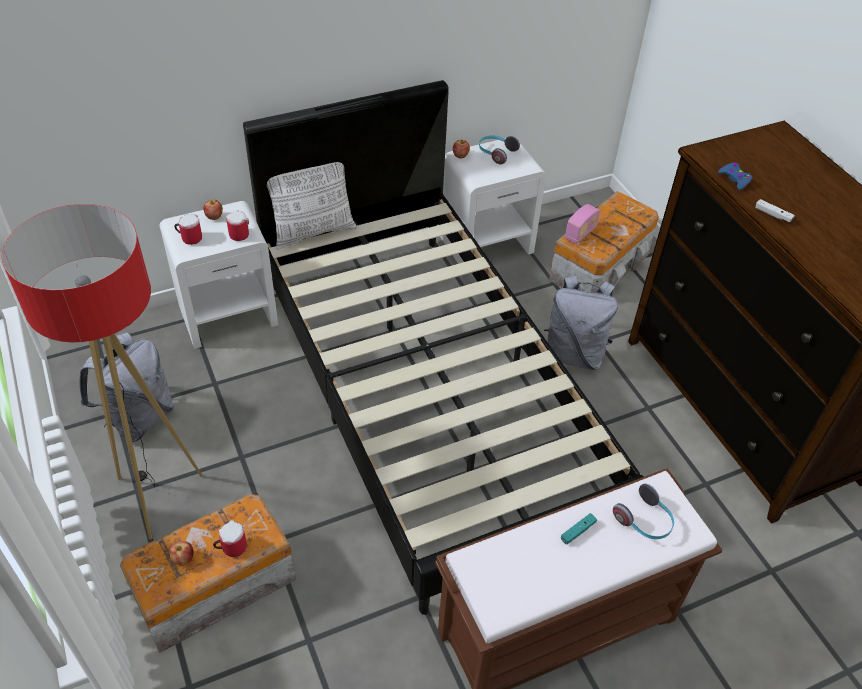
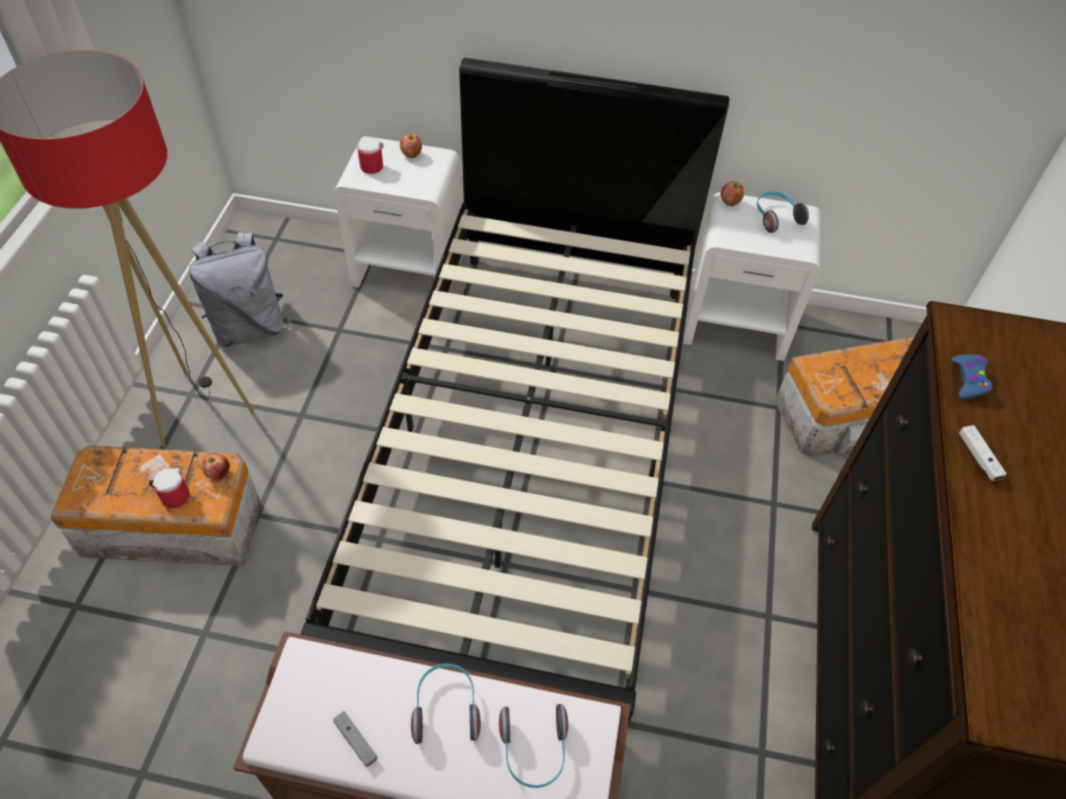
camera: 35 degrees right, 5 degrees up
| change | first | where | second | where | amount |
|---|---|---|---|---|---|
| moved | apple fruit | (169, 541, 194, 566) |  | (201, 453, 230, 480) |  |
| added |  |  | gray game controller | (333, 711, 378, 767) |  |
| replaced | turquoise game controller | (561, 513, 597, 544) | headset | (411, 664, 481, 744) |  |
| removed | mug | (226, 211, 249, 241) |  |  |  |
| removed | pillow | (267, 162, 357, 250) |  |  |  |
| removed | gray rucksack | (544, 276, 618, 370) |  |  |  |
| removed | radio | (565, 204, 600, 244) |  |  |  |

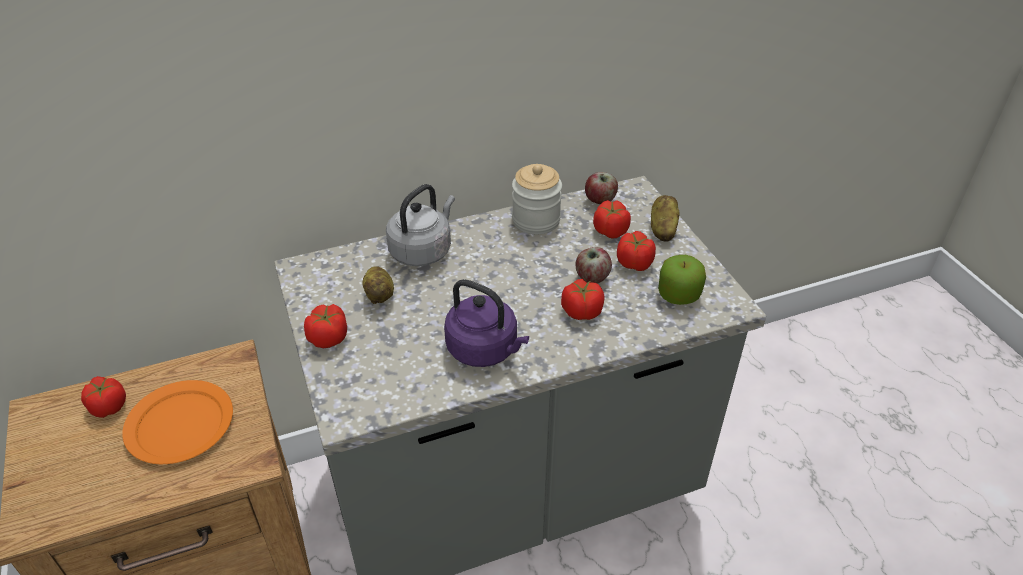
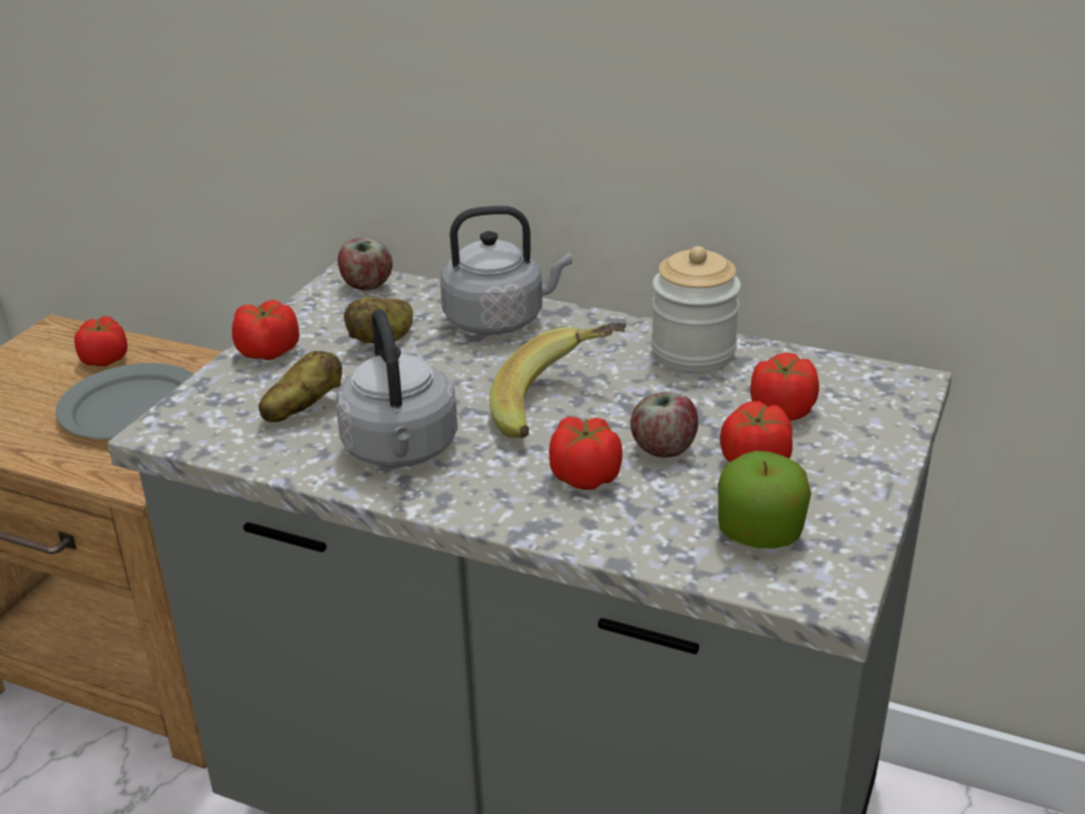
camera: 45 degrees right, 10 degrees down
| change | first | where | second | where | amount |
|---|---|---|---|---|---|
| recoloured | orange-coloured flat dish | (122, 380, 233, 464) | gray flat dish | (56, 363, 194, 440) |  |
| moved | potato | (651, 195, 679, 242) |  | (259, 351, 342, 422) |  |
| recoloured | purple-coloured tea kettle | (444, 279, 529, 367) | gray tea kettle | (336, 309, 458, 468) |  |
| moved | apple fruit | (585, 172, 618, 204) |  | (338, 238, 393, 290) |  |
| added |  |  | banana | (489, 322, 626, 438) |  |

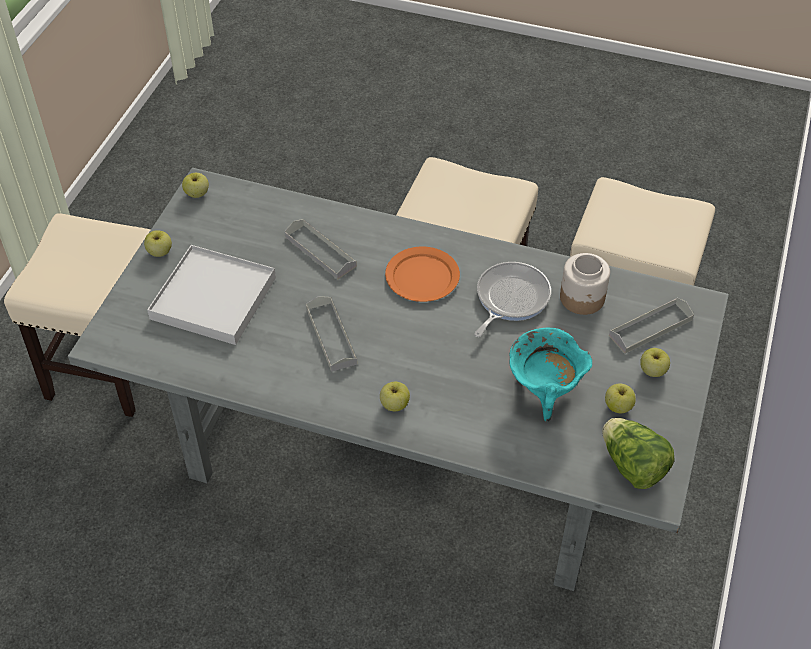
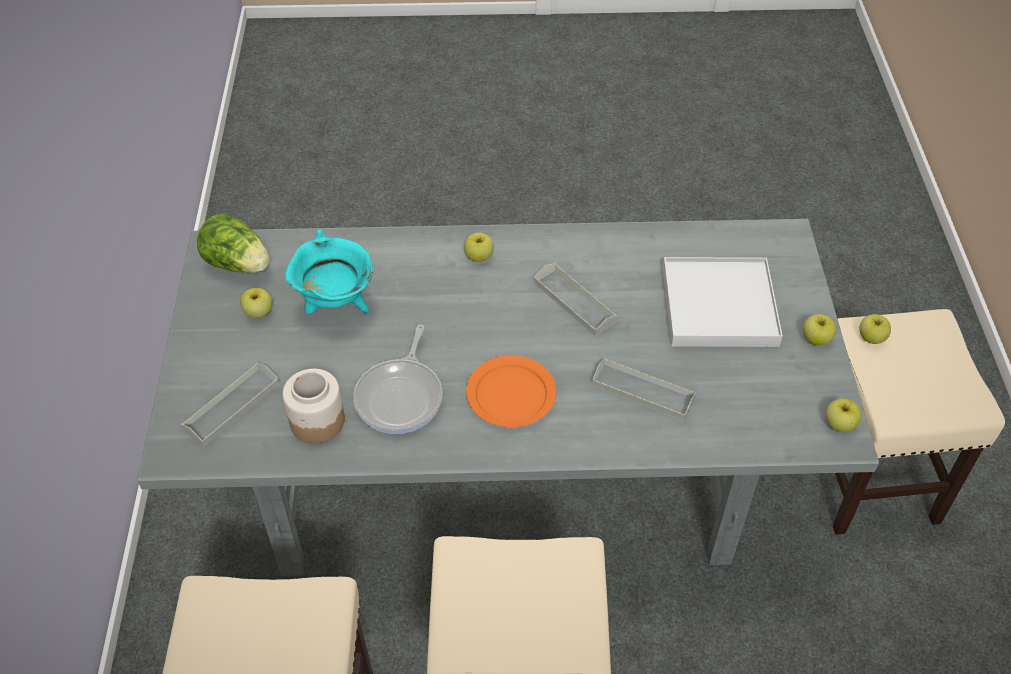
camera: 160 degrees right, 0 degrees up
| change | first | where | second | where | amount |
|---|---|---|---|---|---|
| moved | apple fruit | (640, 348, 670, 377) |  | (859, 314, 891, 344) |  |

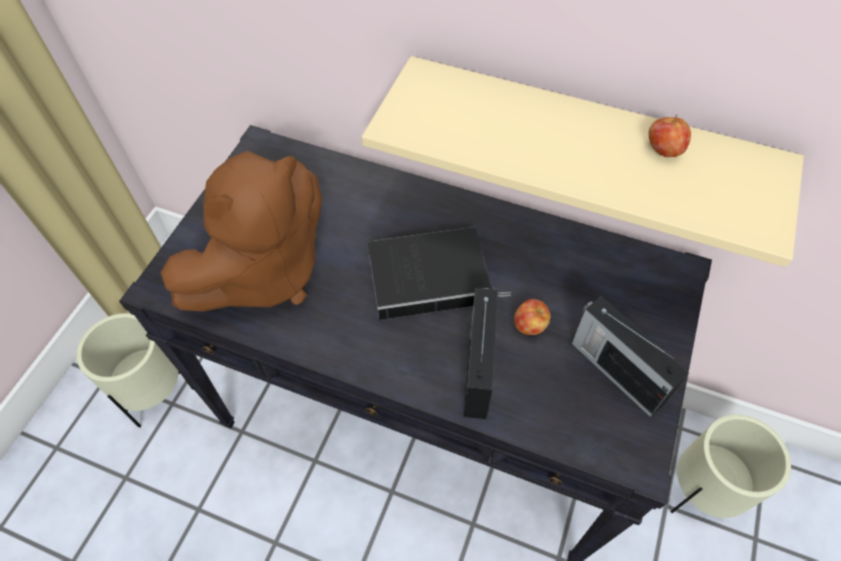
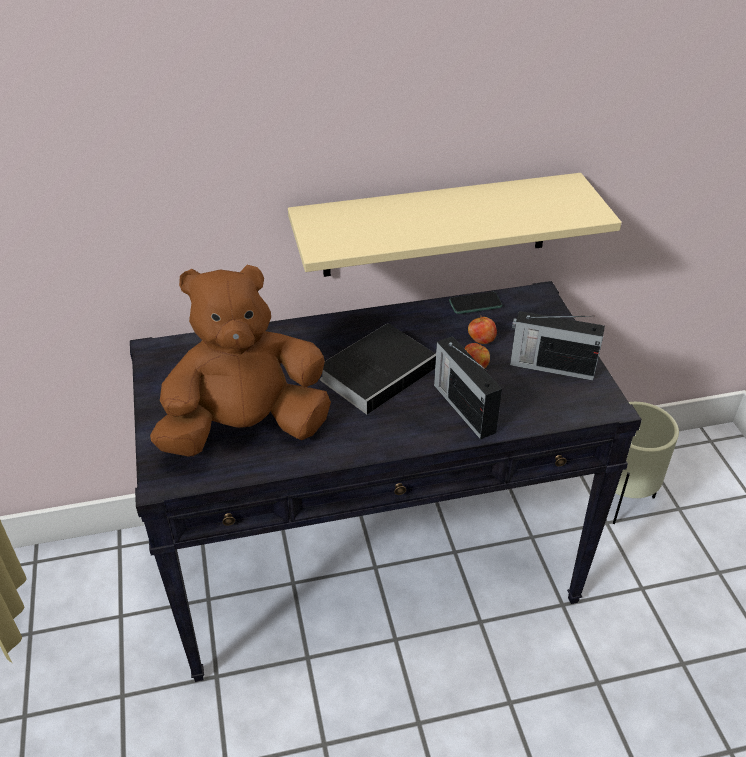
camera: 35 degrees left, 15 degrees down
| change | first | where | second | where | amount |
|---|---|---|---|---|---|
| turned | brownish plush toy | (161, 151, 322, 312) |  | (150, 265, 331, 456) | 120 degrees counterclockwise |
| added |  |  | telephone | (449, 292, 503, 314) |  |
| moved | apple fruit | (648, 114, 691, 157) |  | (468, 315, 497, 344) |  |
| removed | beige planter | (77, 313, 194, 427) |  |  |  |

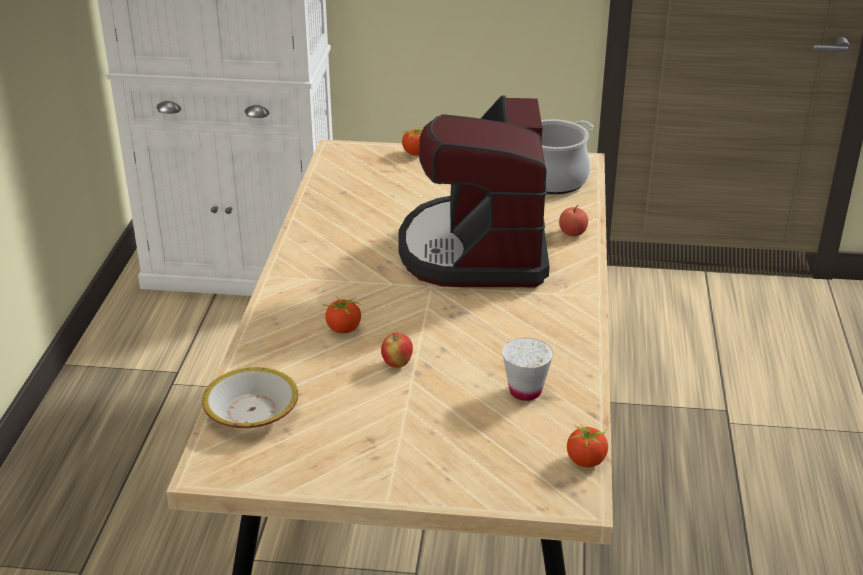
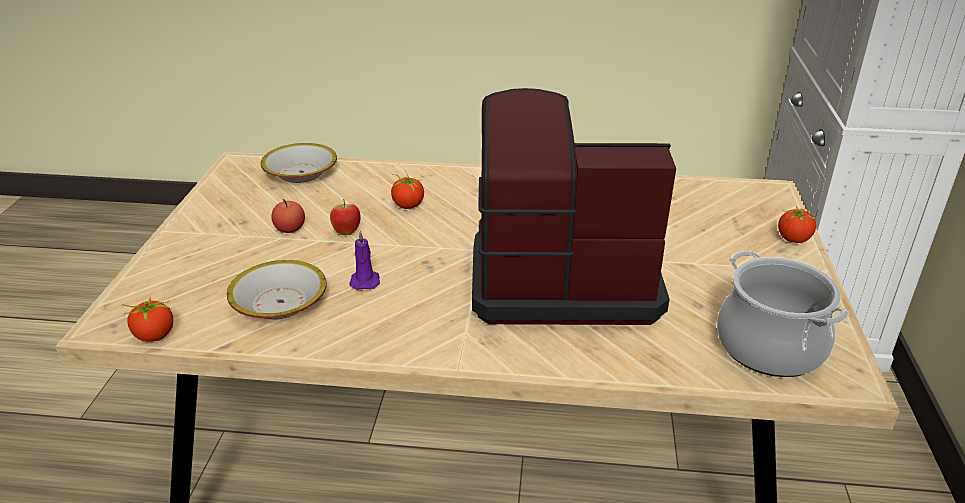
camera: 90 degrees right, 0 degrees up
| change | first | where | second | where | amount |
|---|---|---|---|---|---|
| replaced | whitish small cup | (502, 338, 553, 401) | bowl | (227, 260, 327, 319) |  |
| moved | apple fruit | (559, 205, 588, 236) |  | (271, 199, 305, 233) |  |
| added |  |  | purple-coloured wax light | (349, 231, 380, 290) |  |

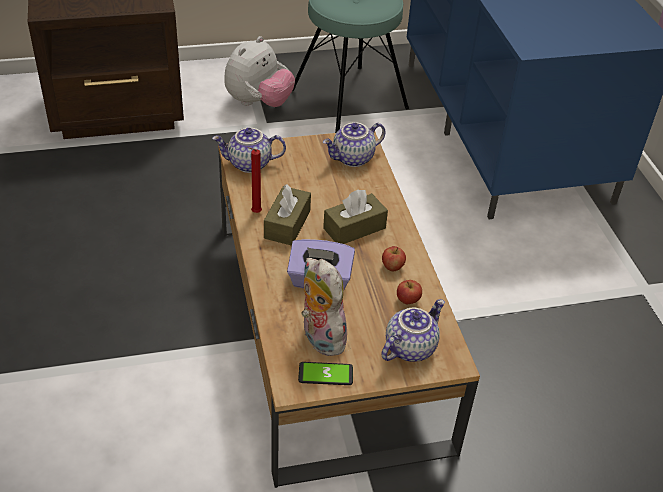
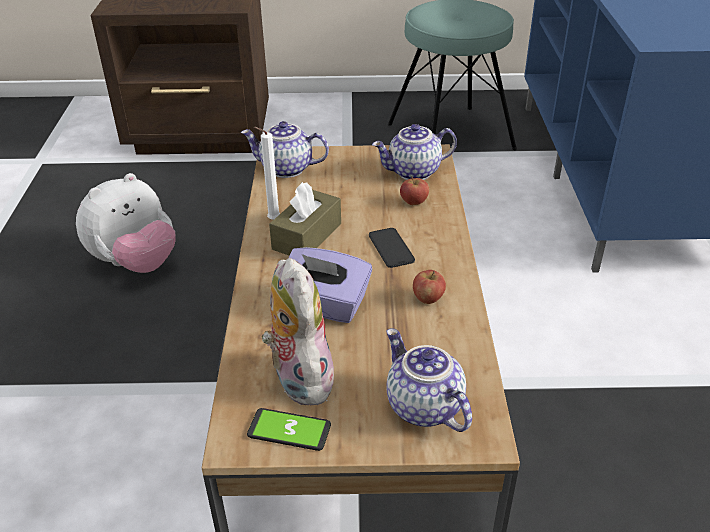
camera: 15 degrees right, 5 degrees down
| change | first | where | second | where | amount |
|---|---|---|---|---|---|
| moved | plush toy | (224, 36, 295, 107) |  | (76, 173, 176, 273) |  |
| recoloured | red-coloured wax light | (248, 147, 262, 213) | whitish wax light | (254, 127, 280, 220) |  |
| replaced | brownish tissue holder | (323, 189, 388, 244) | telephone | (369, 228, 415, 268) |  |
| turned | pot for tea | (382, 299, 445, 362) |  | (386, 328, 472, 432) | 90 degrees counterclockwise |
| moved | apple fruit | (397, 280, 422, 304) |  | (400, 177, 429, 205) |  |

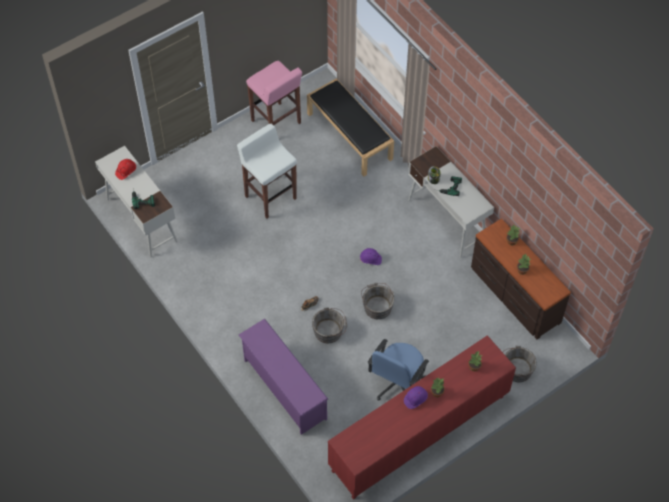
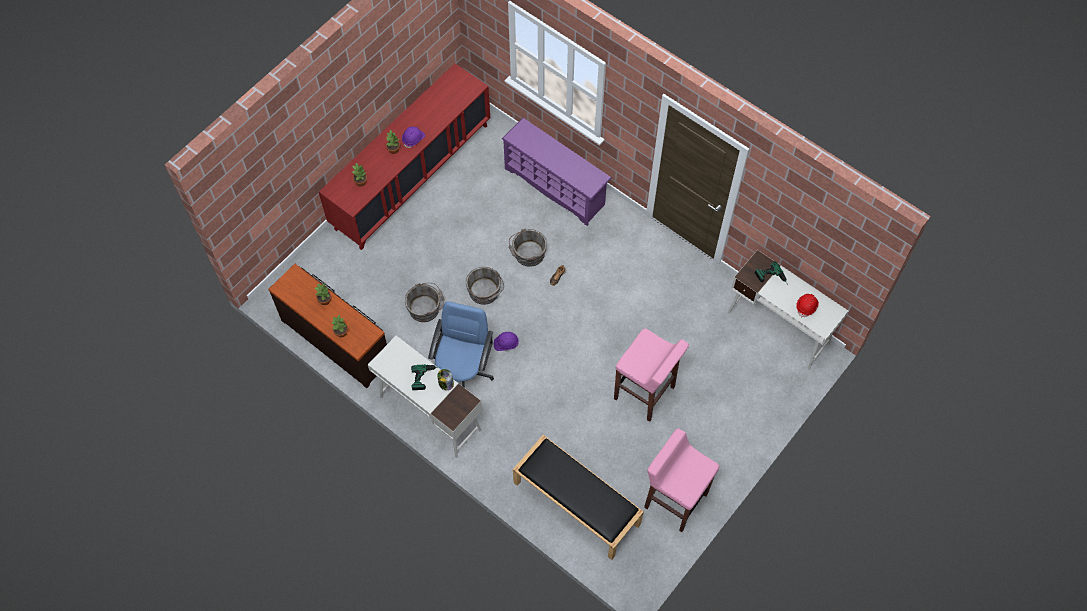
camera: 165 degrees right, 5 degrees up
| change | first | where | second | where | amount |
|---|---|---|---|---|---|
| moved | gray bucket | (503, 346, 537, 382) |  | (405, 283, 444, 322) |  |
| moved | blue-coloured desk chair | (368, 339, 429, 401) |  | (428, 301, 494, 388) |  |
| recoloured | whitish stool seat | (237, 124, 297, 219) | pink stool seat | (614, 328, 689, 422) |  |

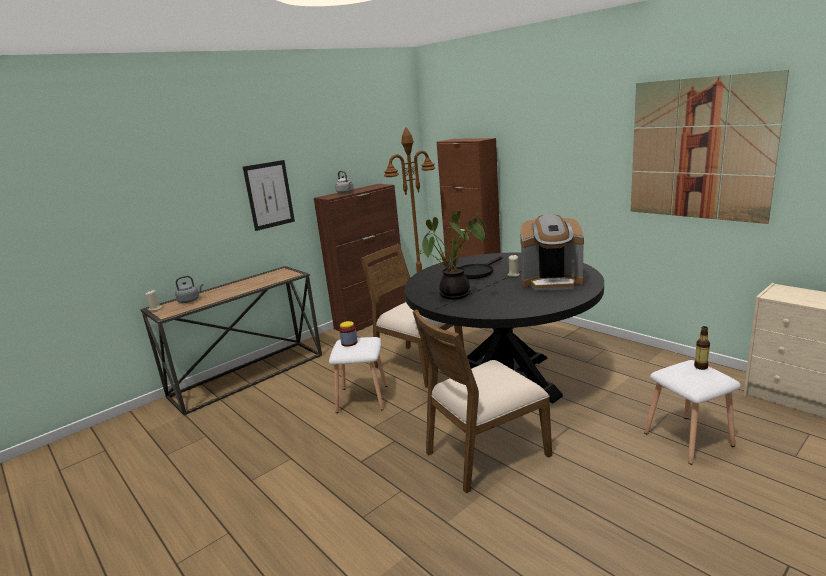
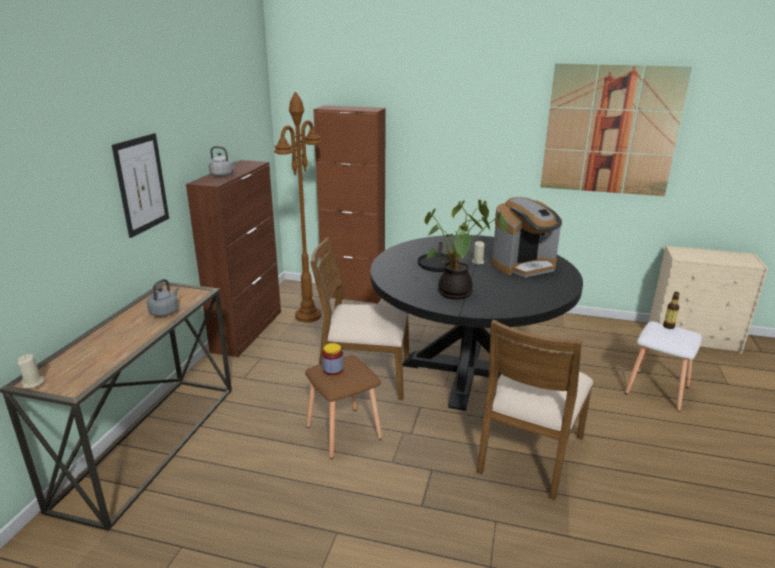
camera: 35 degrees left, 5 degrees up
| change | first | where | second | where | amount |
|---|---|---|---|---|---|
| moved | gray tea kettle | (175, 276, 203, 303) |  | (147, 279, 179, 317) |  |
| recoloured | whitish stool seat | (329, 337, 387, 413) | brownish stool seat | (305, 355, 382, 459) |  |

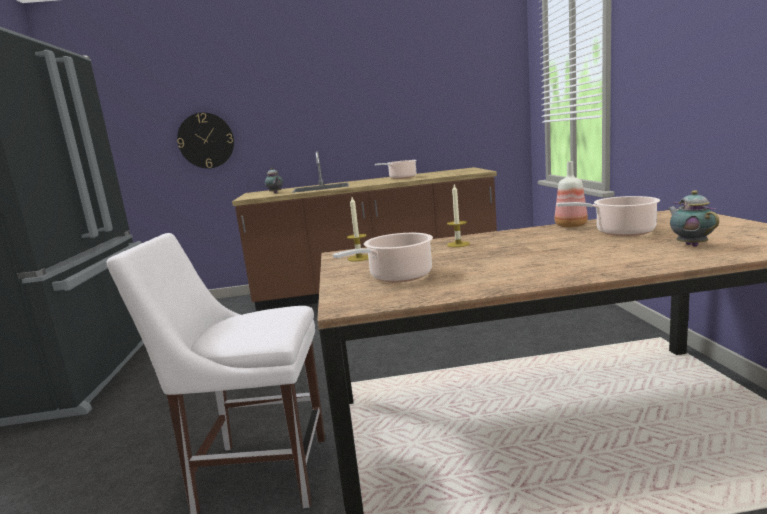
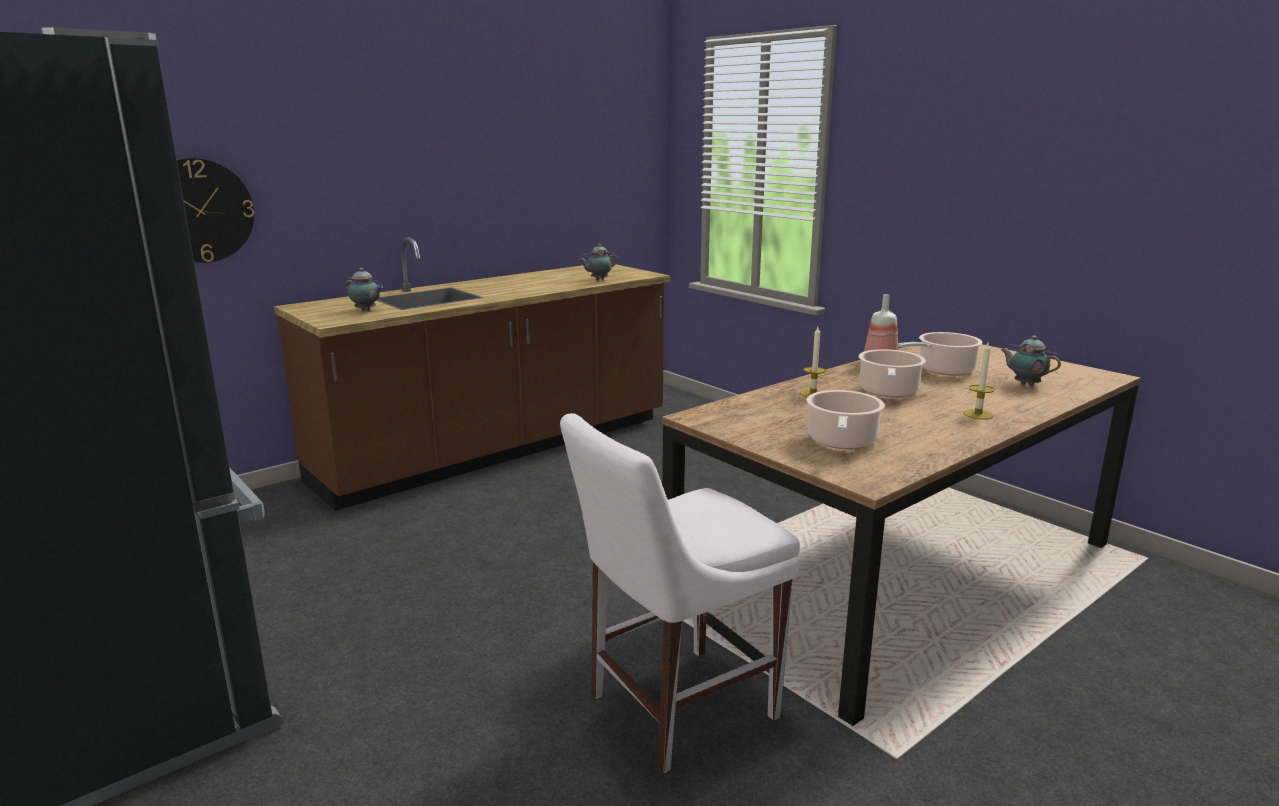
camera: 35 degrees left, 5 degrees up
| change | first | where | second | where | amount |
|---|---|---|---|---|---|
| added |  |  | pot for tea | (578, 244, 619, 280) |  |
| moved | saucepot | (375, 160, 417, 179) |  | (859, 349, 926, 398) |  |
| moved | wax light | (347, 197, 368, 262) |  | (963, 343, 995, 420) |  |

